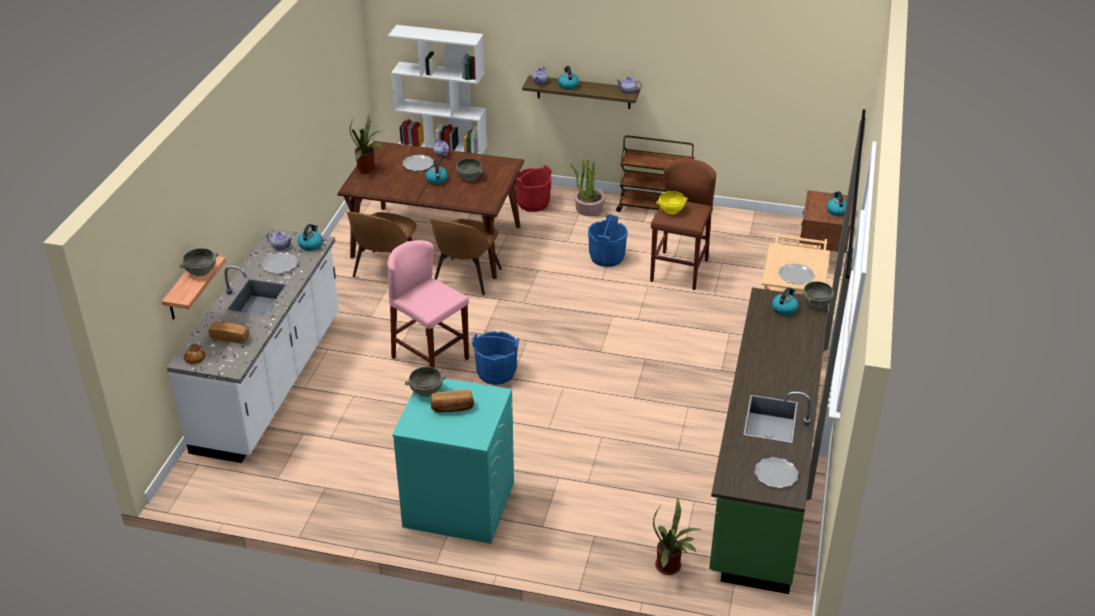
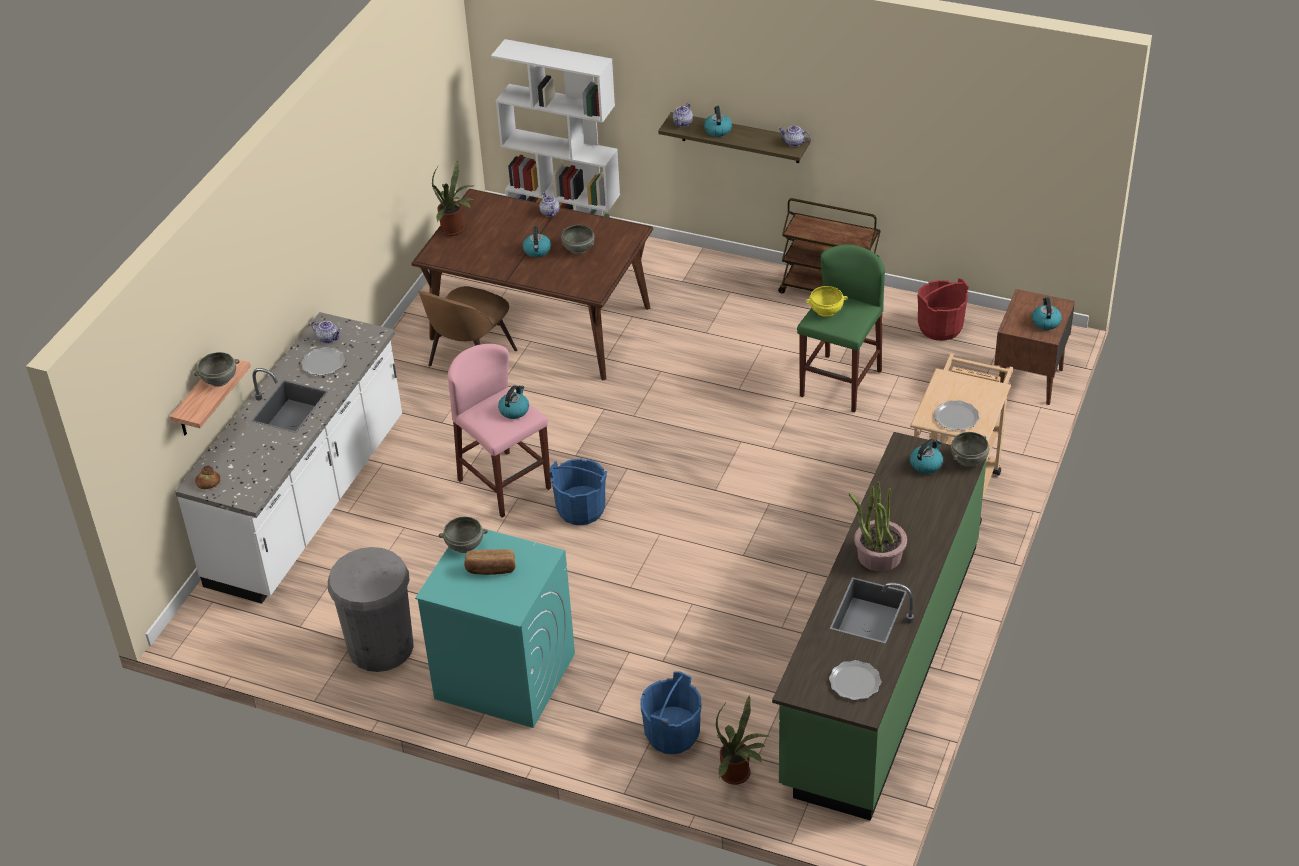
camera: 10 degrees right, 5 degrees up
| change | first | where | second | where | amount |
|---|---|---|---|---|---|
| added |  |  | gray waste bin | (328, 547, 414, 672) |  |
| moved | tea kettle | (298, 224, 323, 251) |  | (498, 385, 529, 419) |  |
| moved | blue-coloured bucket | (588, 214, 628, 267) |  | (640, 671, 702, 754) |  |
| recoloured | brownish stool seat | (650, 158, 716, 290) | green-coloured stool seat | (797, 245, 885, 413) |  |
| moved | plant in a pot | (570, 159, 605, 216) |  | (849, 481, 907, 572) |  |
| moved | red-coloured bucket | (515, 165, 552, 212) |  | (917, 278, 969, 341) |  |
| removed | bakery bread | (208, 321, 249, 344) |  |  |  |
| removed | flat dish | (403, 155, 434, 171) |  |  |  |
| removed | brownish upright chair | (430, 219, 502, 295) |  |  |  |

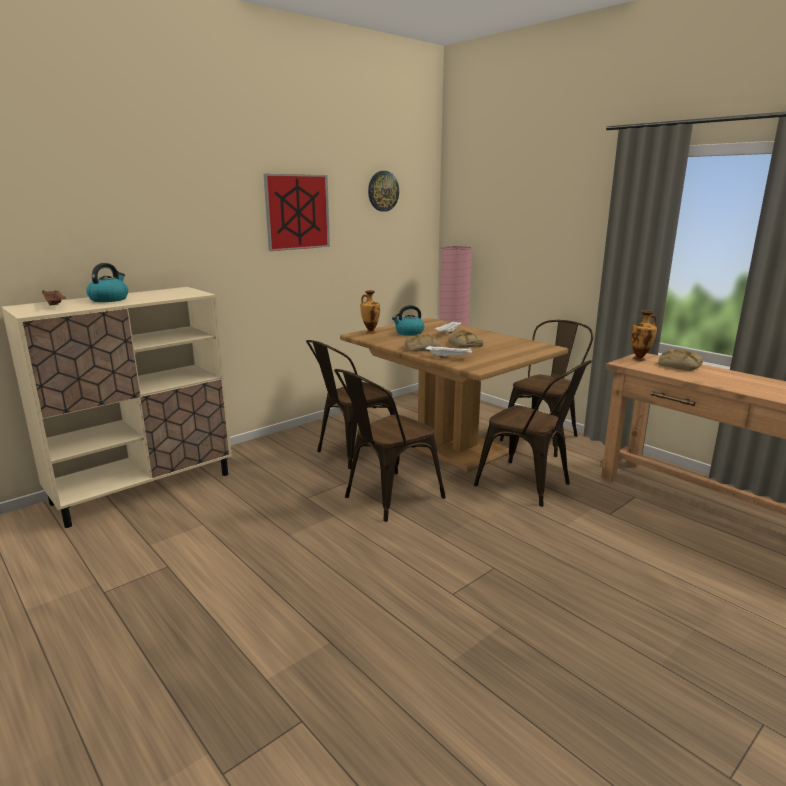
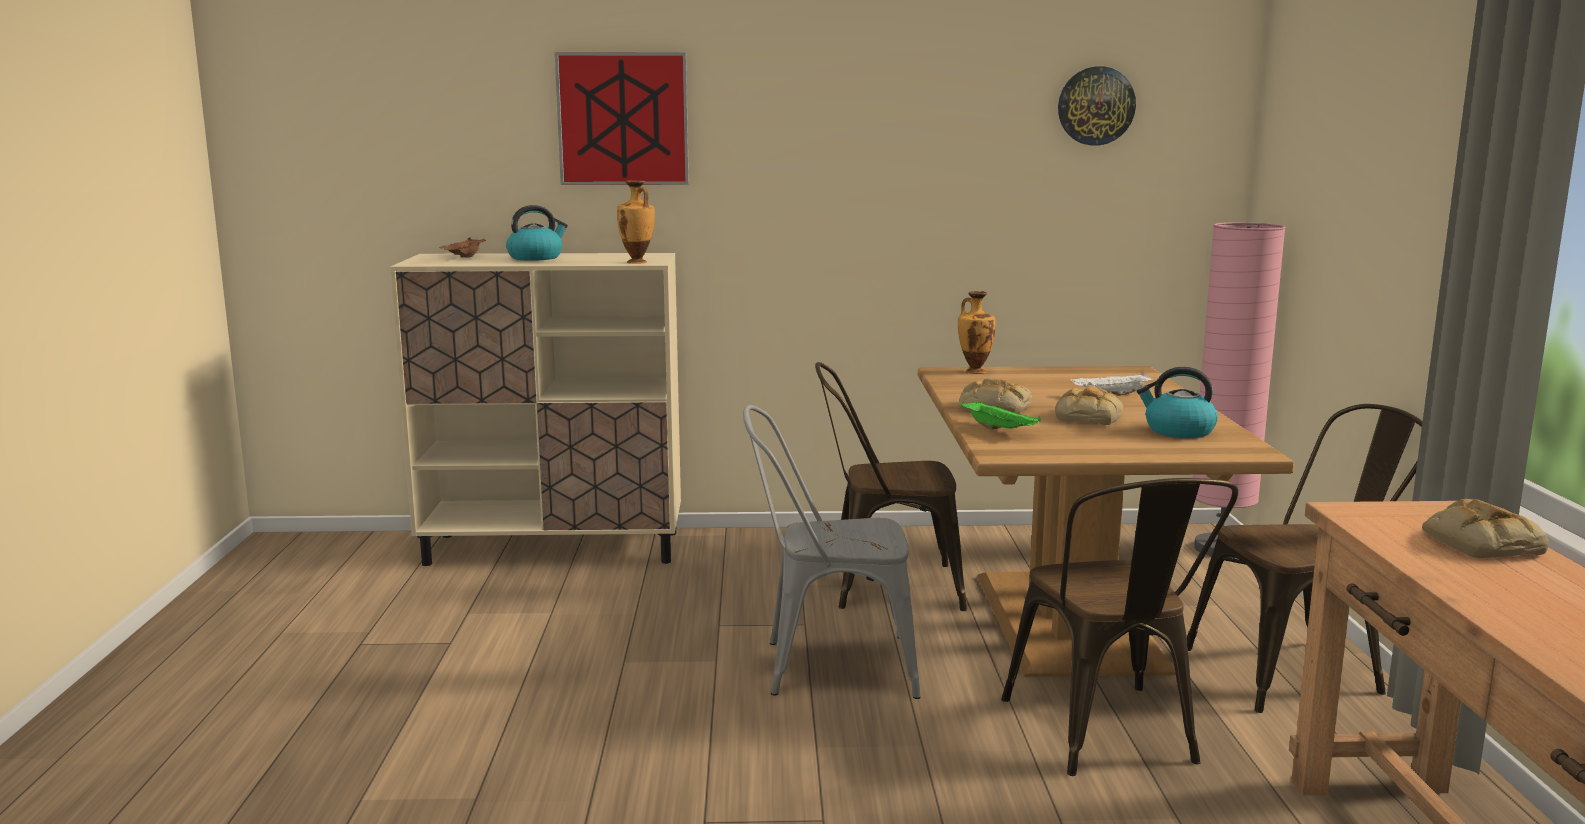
camera: 40 degrees right, 5 degrees down
| change | first | where | second | where | amount |
|---|---|---|---|---|---|
| moved | wall art | (264, 174, 330, 251) |  | (555, 52, 689, 185) |  |
| moved | vase | (631, 310, 657, 361) |  | (617, 180, 655, 264) |  |
| recoloured | brownish upright chair | (334, 369, 446, 522) | gray upright chair | (743, 405, 921, 699) |  |
| recoloured | whitish tray | (425, 346, 472, 358) | green-coloured tray | (961, 401, 1041, 430) |  |
| moved | tea kettle | (392, 305, 424, 336) |  | (1137, 367, 1218, 438) |  |

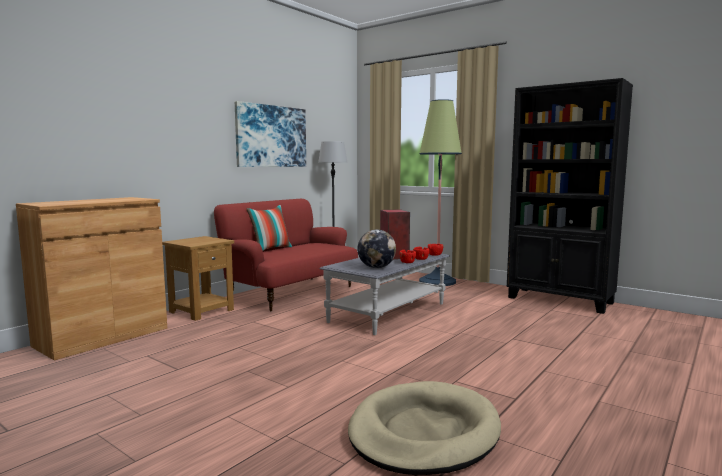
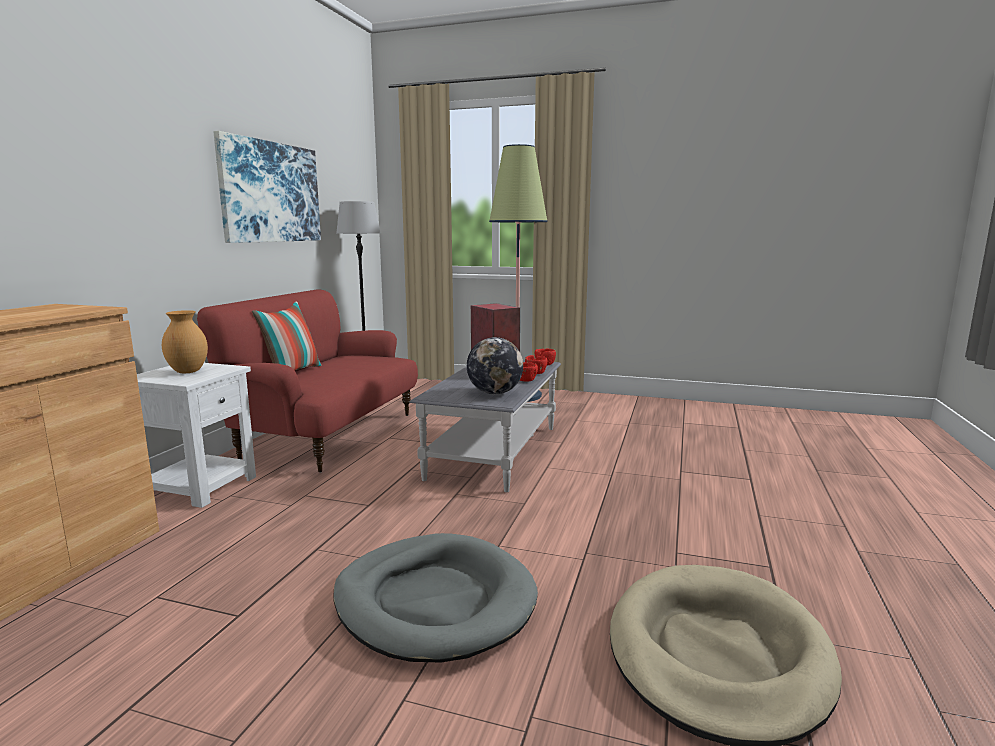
camera: 20 degrees left, 5 degrees up
| change | first | where | second | where | amount |
|---|---|---|---|---|---|
| recoloured | brownish accent table | (162, 236, 234, 321) | whitish accent table | (137, 363, 256, 508) |  |
| added |  |  | brownish vase | (162, 310, 208, 373) |  |
| added |  |  | gray dog bed | (333, 533, 538, 662) |  |
| removed | black bookshelf | (507, 78, 633, 314) |  |  |  |

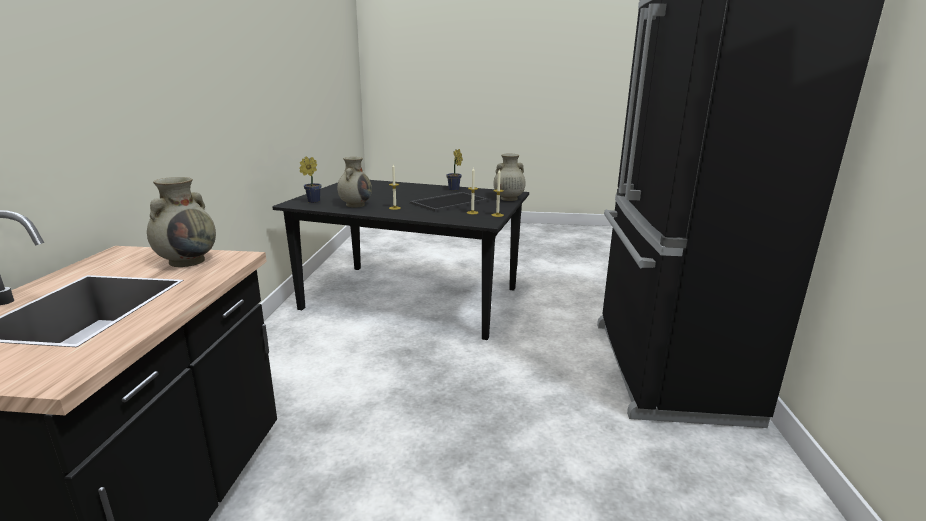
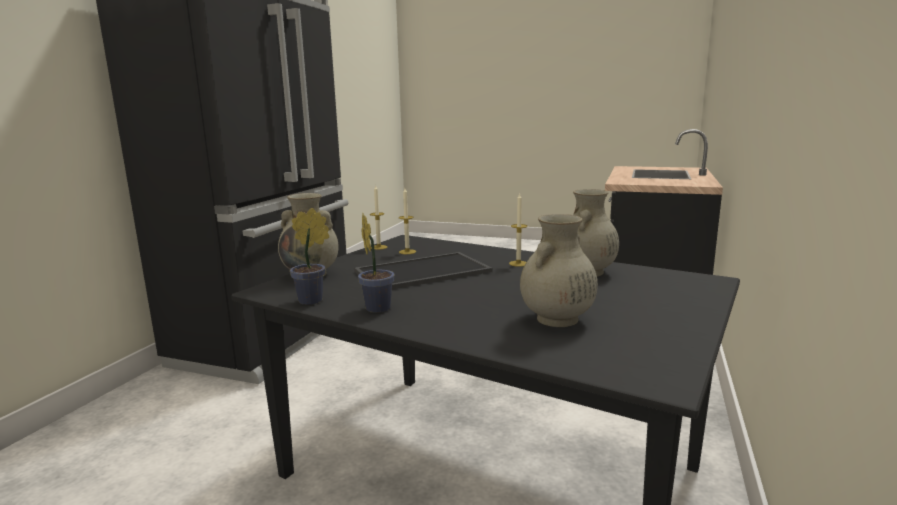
camera: 165 degrees left, 5 degrees down
| change | first | where | second | where | amount |
|---|---|---|---|---|---|
| moved | plant in a pot | (299, 156, 321, 203) |  | (290, 208, 329, 305) |  |
| moved | beige vase | (147, 177, 216, 267) |  | (520, 214, 598, 327) |  |

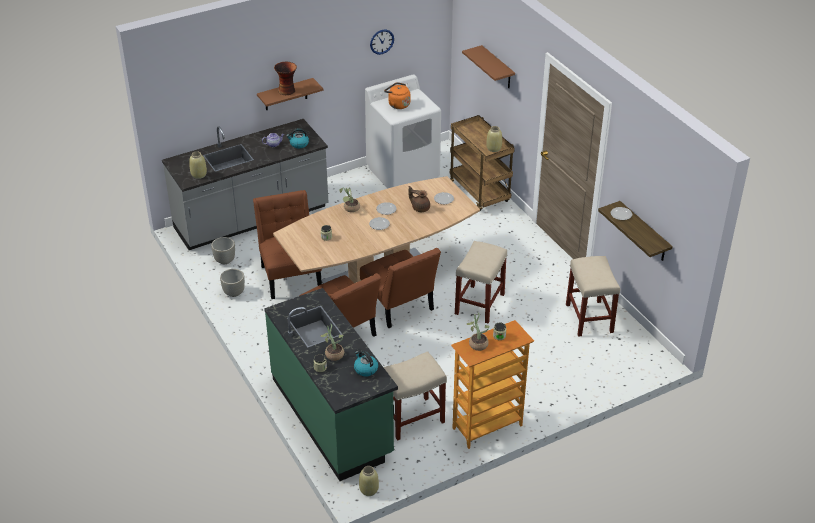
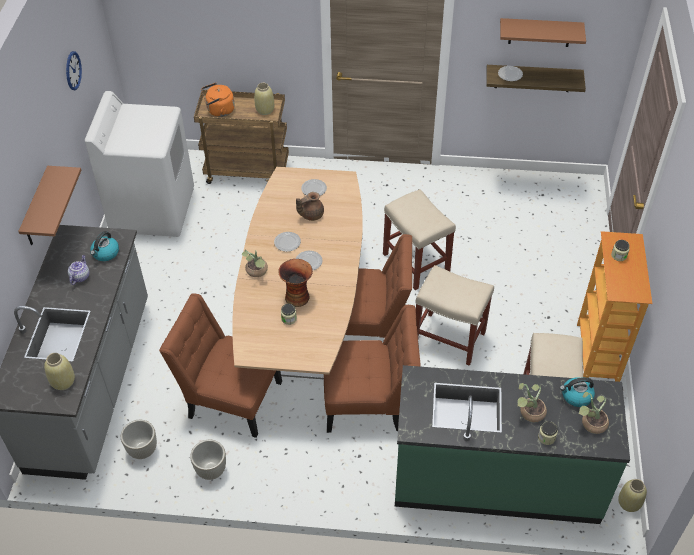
camera: 55 degrees left, 10 degrees up
| change | first | where | second | where | amount |
|---|---|---|---|---|---|
| moved | orange-coloured tea kettle | (384, 82, 410, 109) |  | (201, 83, 235, 117) |  |
| moved | vase | (274, 62, 297, 95) |  | (279, 259, 313, 307) |  |
| moved | beige stool seat | (566, 256, 620, 337) |  | (416, 265, 494, 366) |  |
| moved | brownish bracket shelf | (462, 45, 515, 88) |  | (500, 18, 586, 47) |  |
| moved | plant in a pot | (467, 313, 490, 351) |  | (579, 392, 609, 434) |  |

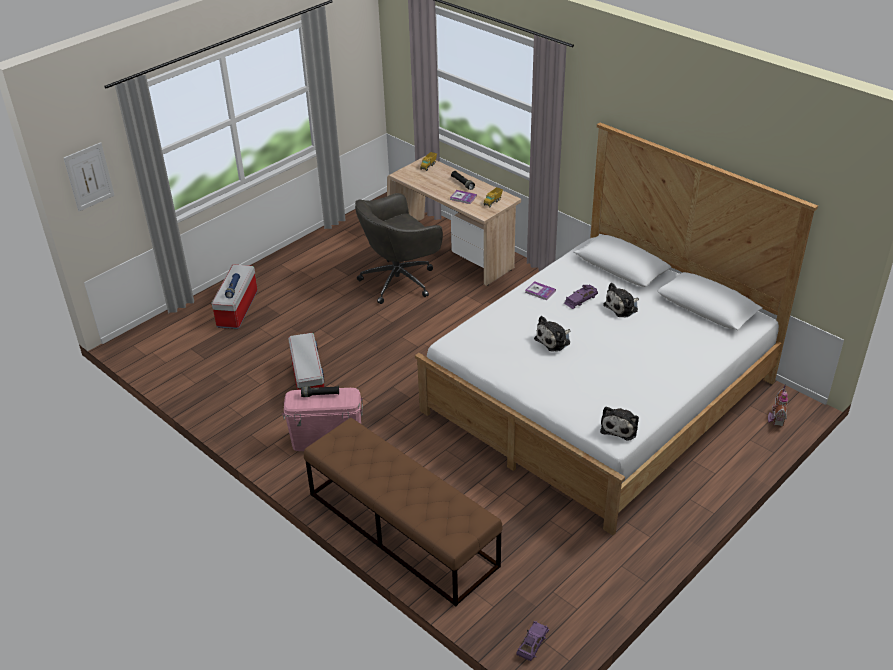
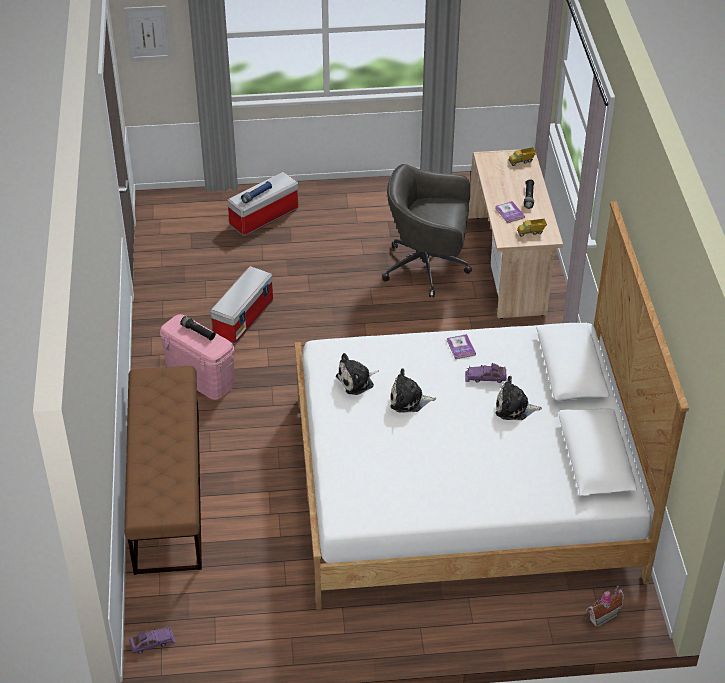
camera: 40 degrees right, 5 degrees up
| change | first | where | second | where | amount |
|---|---|---|---|---|---|
| moved | plush toy | (600, 406, 639, 440) |  | (336, 353, 379, 395) |  |

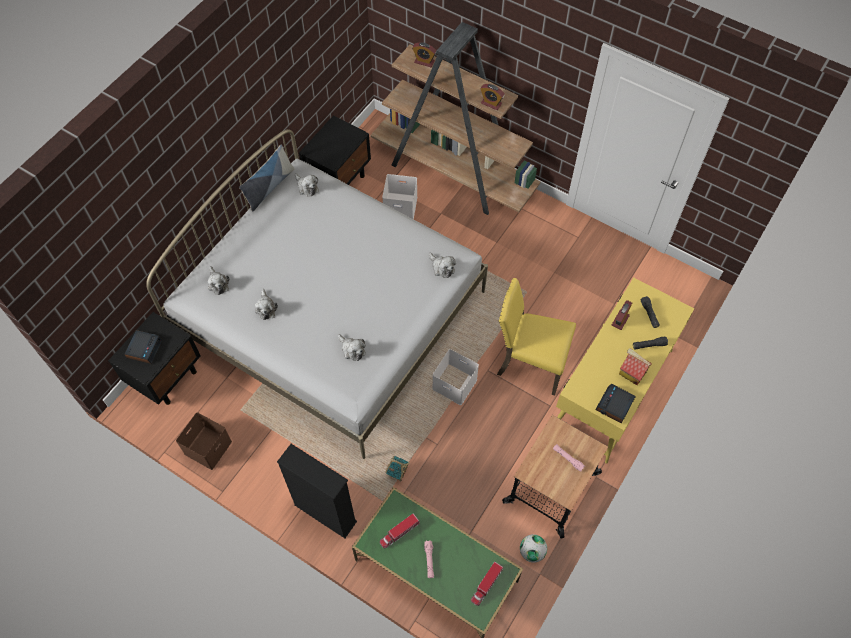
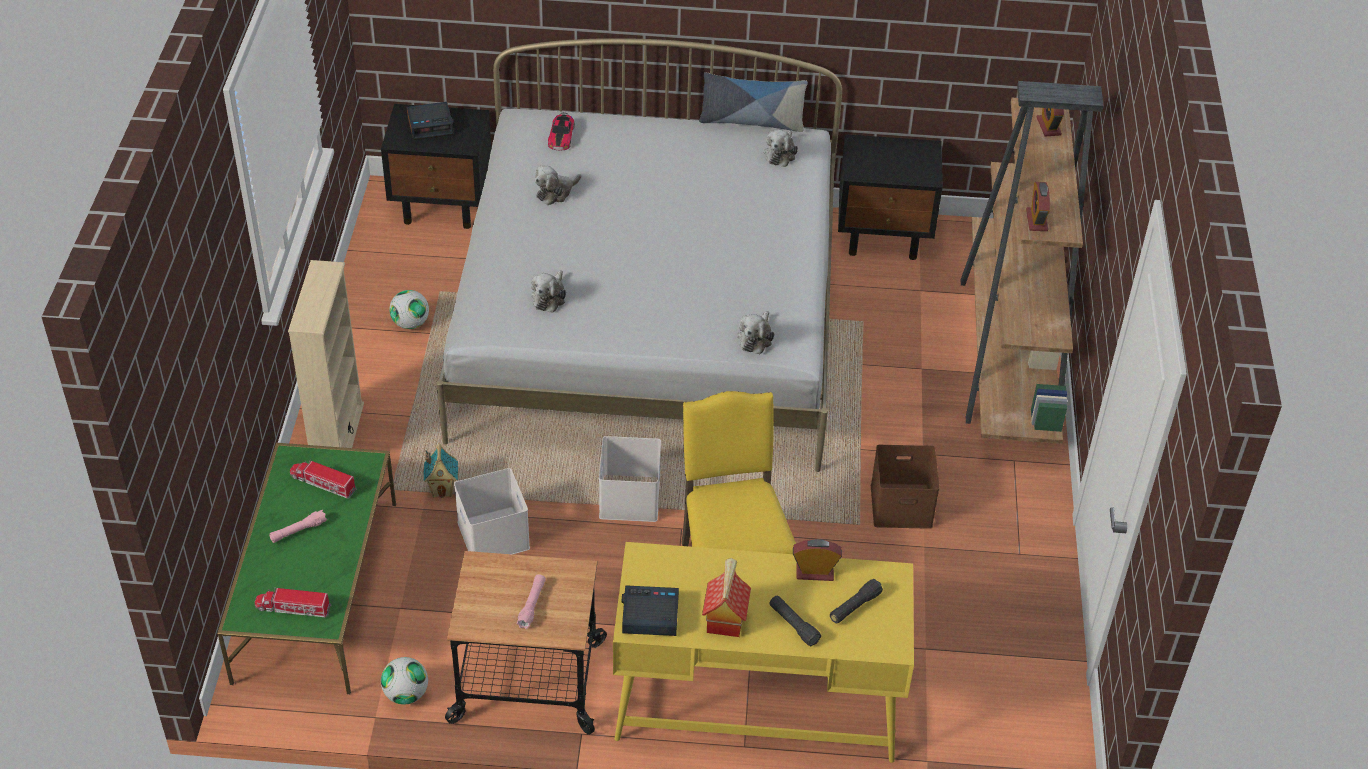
camera: 60 degrees right, 15 degrees down
| change | first | where | second | where | amount |
|---|---|---|---|---|---|
| recoloured | black bookshelf | (277, 444, 357, 538) | beige bookshelf | (288, 260, 364, 448) |  |
| added |  |  | football | (389, 290, 429, 329) |  |
| moved | whitish storage container | (382, 174, 417, 219) |  | (454, 468, 530, 554) |  |
| replaced | plush toy | (208, 266, 230, 295) | toy car | (548, 113, 575, 150) |  |
| moved | brownish storage container | (176, 412, 232, 470) |  | (871, 445, 940, 529) |  |

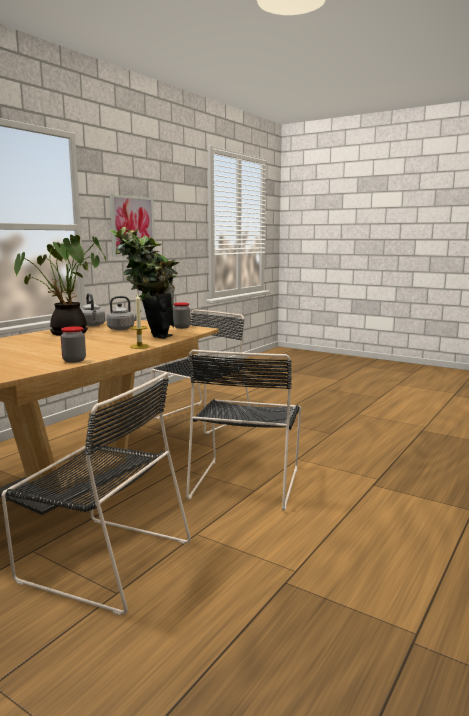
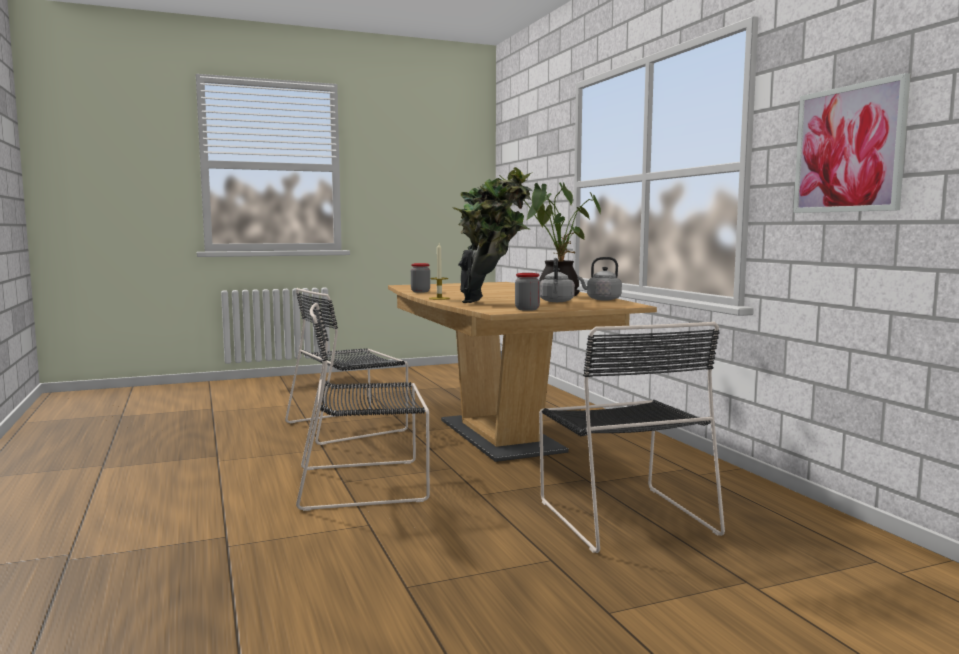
camera: 125 degrees right, 5 degrees down
| change | first | where | second | where | amount |
|---|---|---|---|---|---|
| turned | black upright chair | (186, 349, 301, 511) |  | (296, 303, 430, 511) | 60 degrees counterclockwise |

